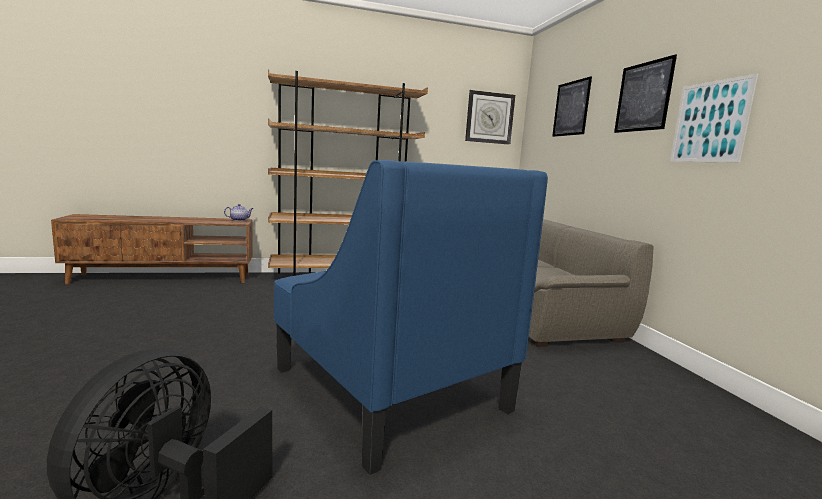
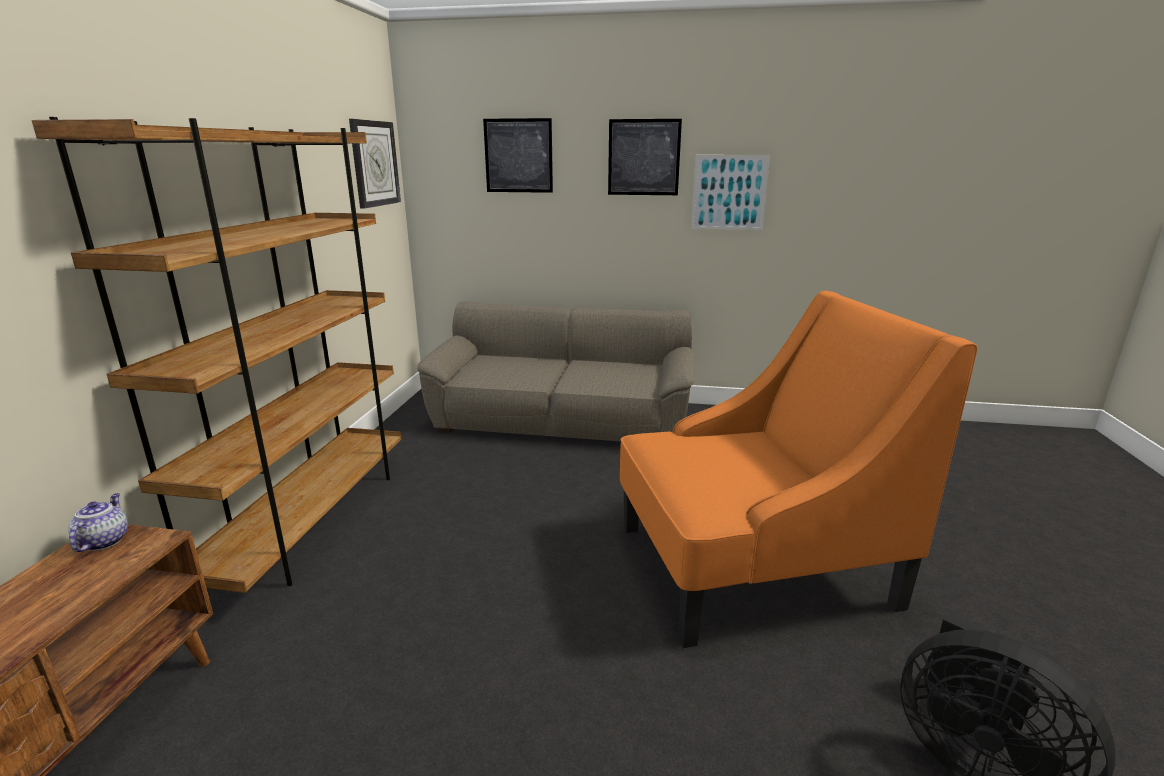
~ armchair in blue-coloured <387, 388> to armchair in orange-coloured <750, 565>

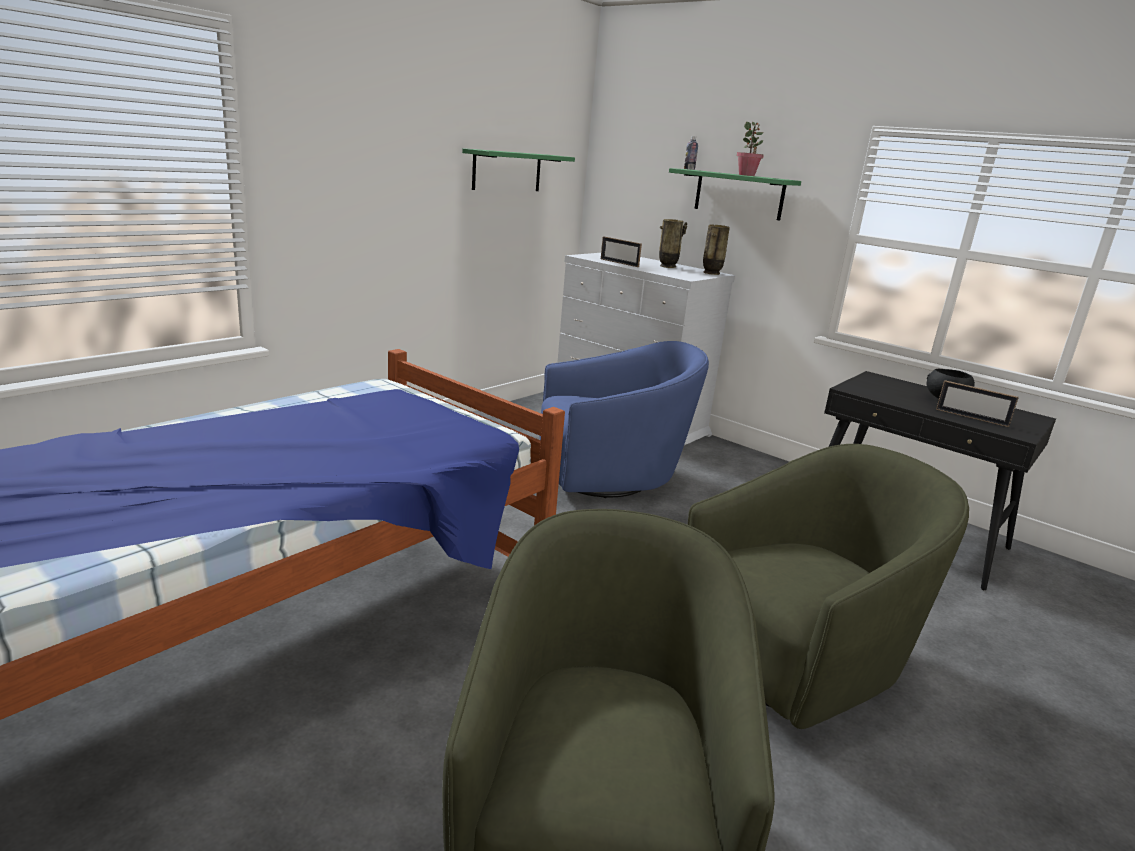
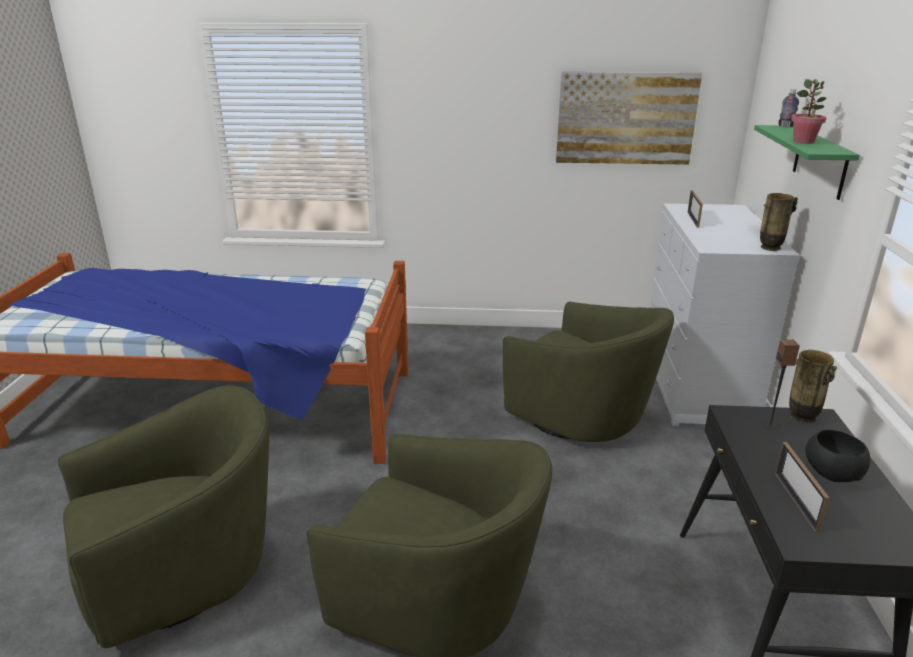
~ bracket shelf in green <507, 171> to wall art <626, 118>
~ vase <668, 267> to <802, 417>
~ armchair in blue-coloured <611, 476> to armchair in green <581, 418>
+ loudspeaker <770, 426>

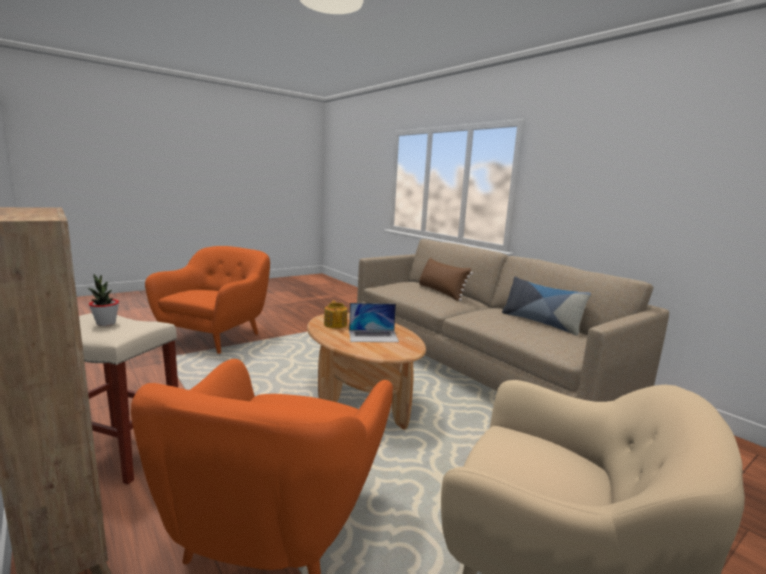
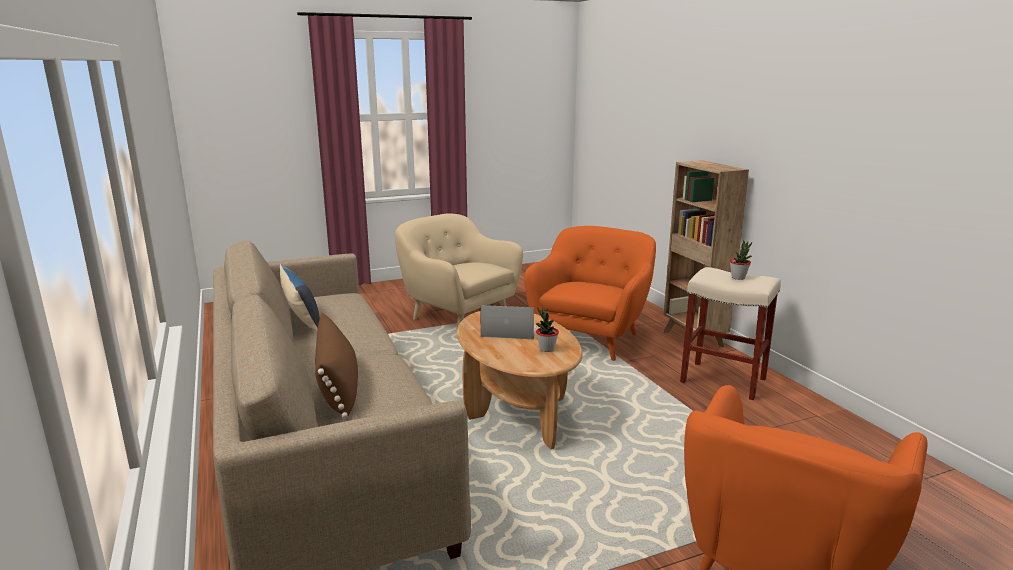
~ teapot <335, 324> to houseplant <546, 349>

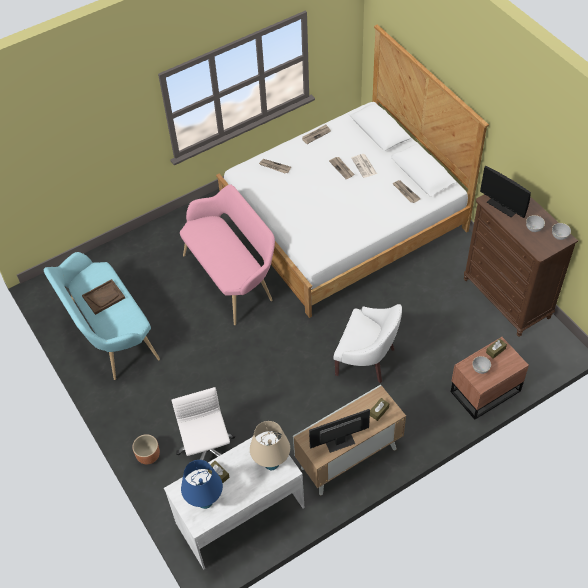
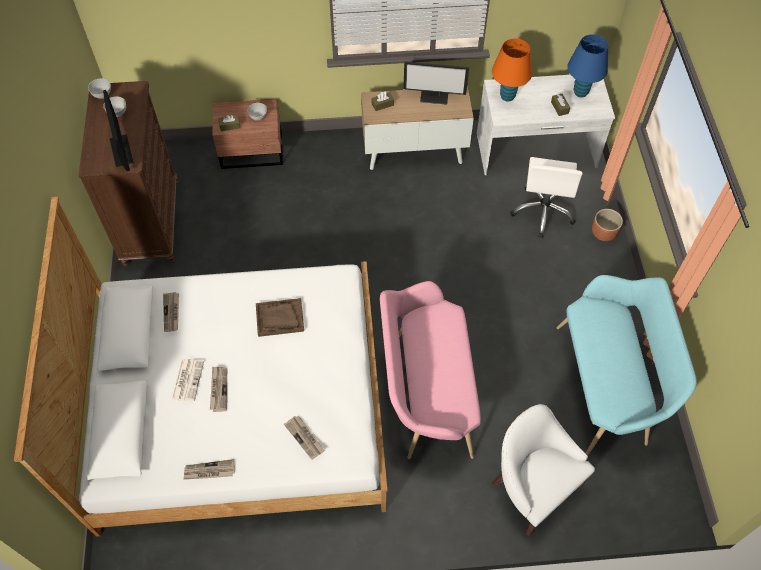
~ carrying tray in brown <104, 297> to <279, 318>
~ armchair in white-coloured <367, 359> to <532, 486>
~ tabletop lamp in beige-coloured <271, 464> to tabletop lamp in orange-coloured <507, 96>

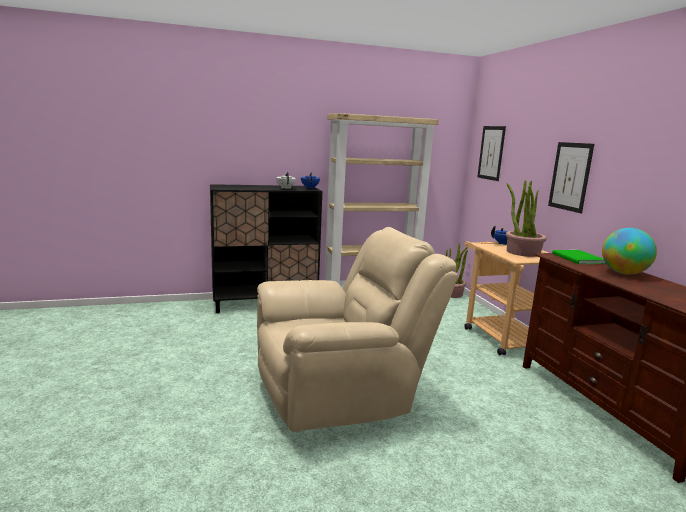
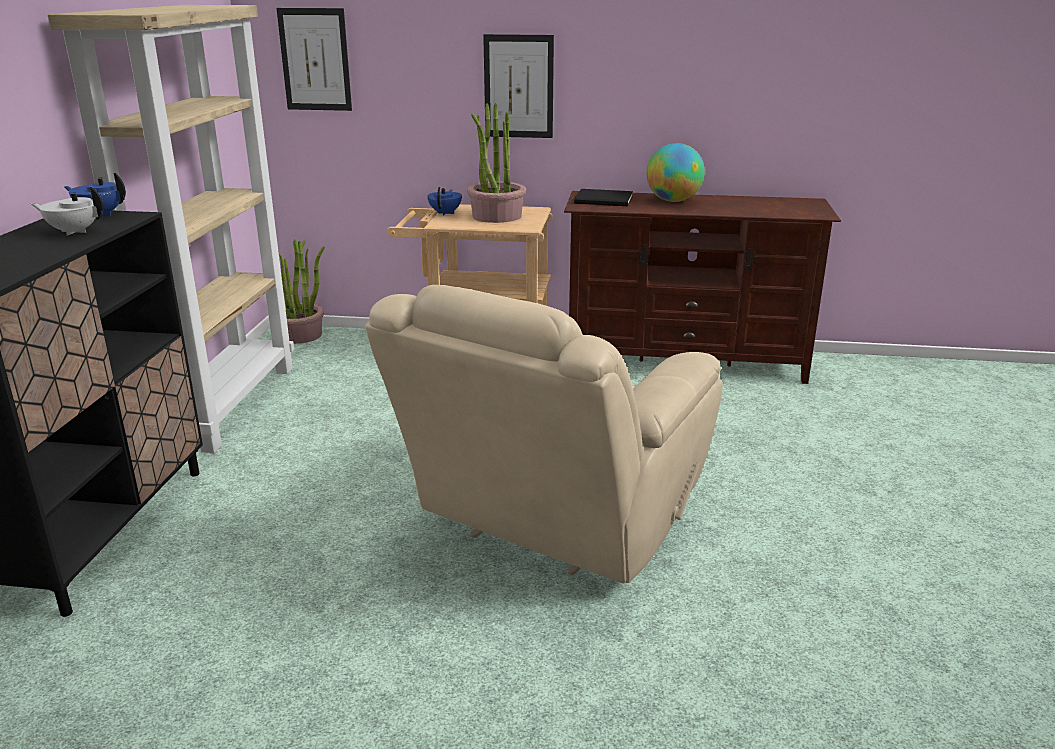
~ armchair in beige-coloured <341, 393> = <552, 526> 150 degrees counterclockwise
~ volume in green <577, 259> to volume in blackish <605, 200>

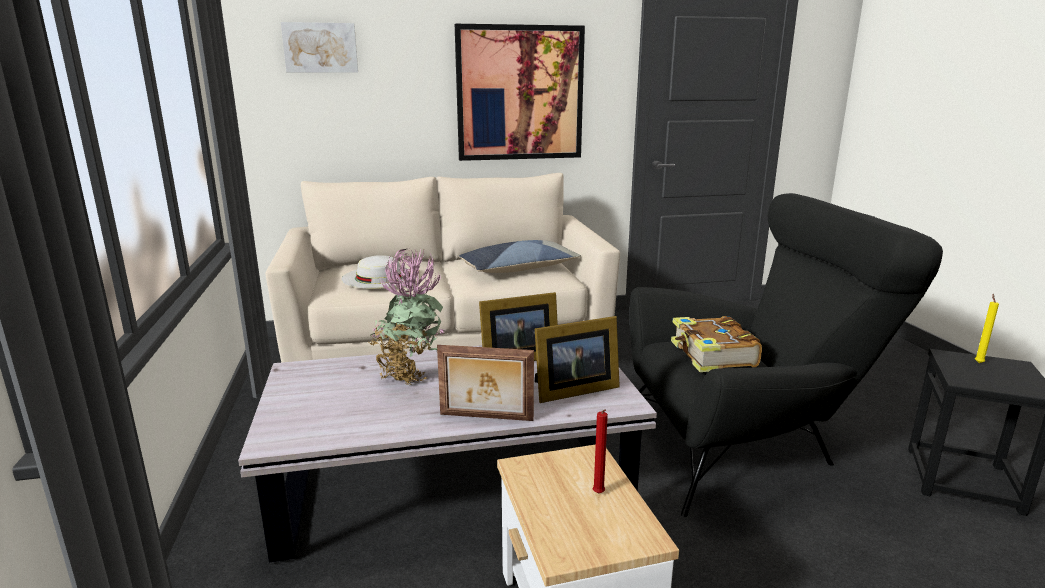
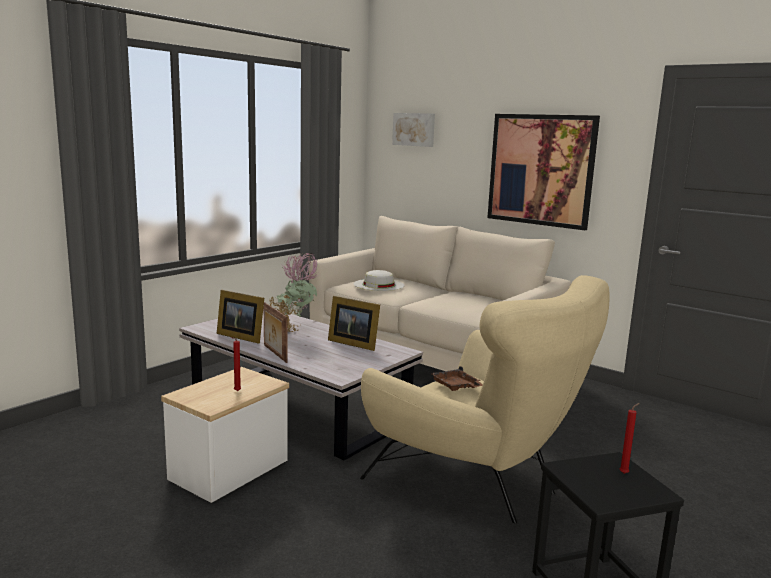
~ armchair in blackish <743, 446> to armchair in beige-coloured <480, 481>
- cushion <519, 269>
~ candle in yellowish <978, 362> to candle in reddish <625, 473>
~ picture frame <572, 390> to <241, 336>
~ volume <712, 356> to carrying tray in brown <456, 386>

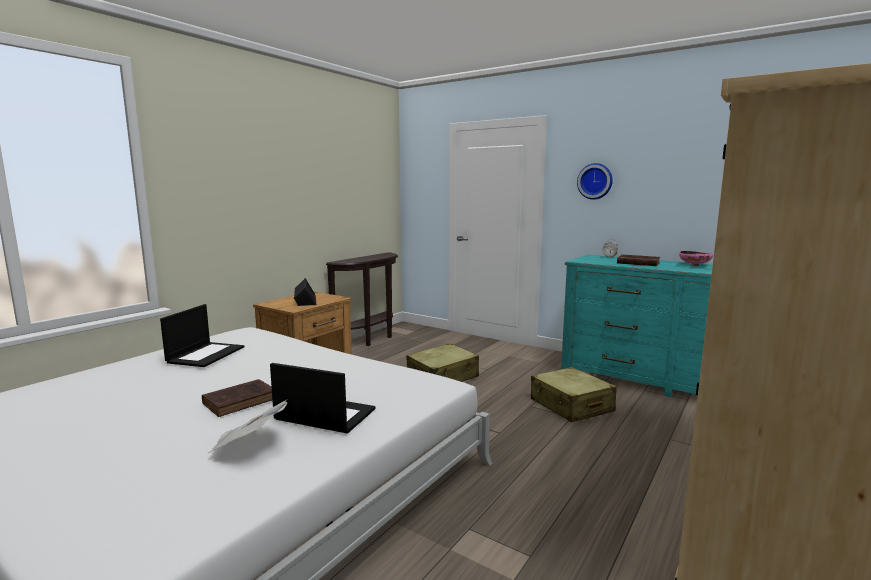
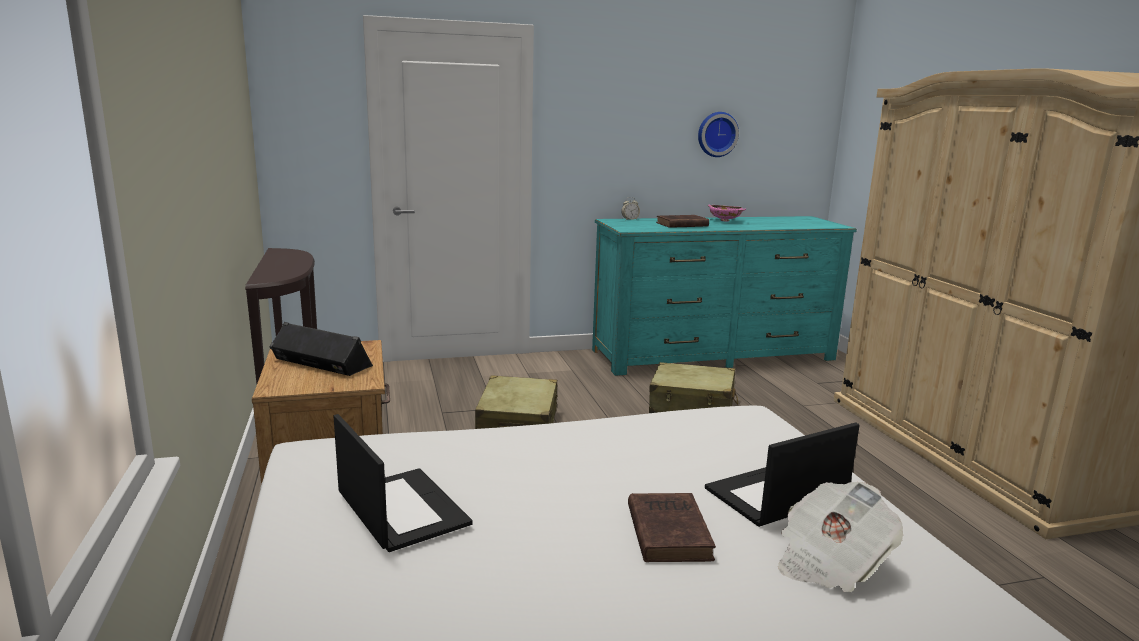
~ hanging clock <595, 181> to <716, 134>

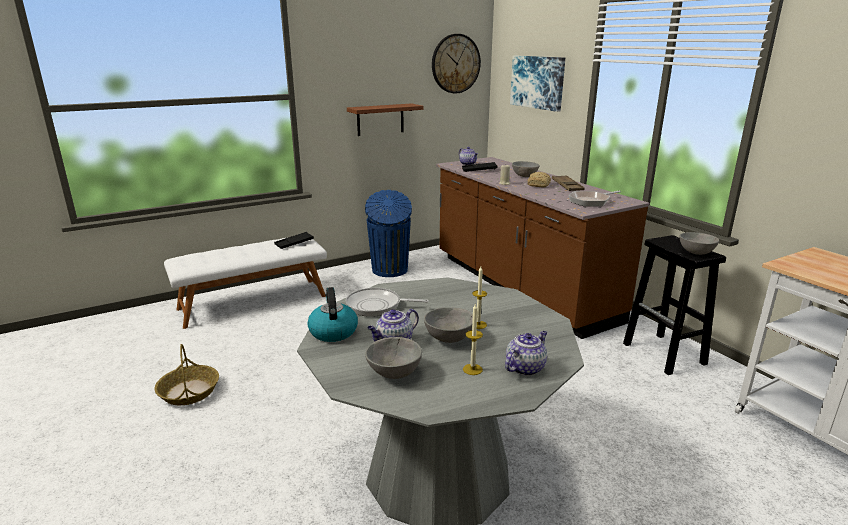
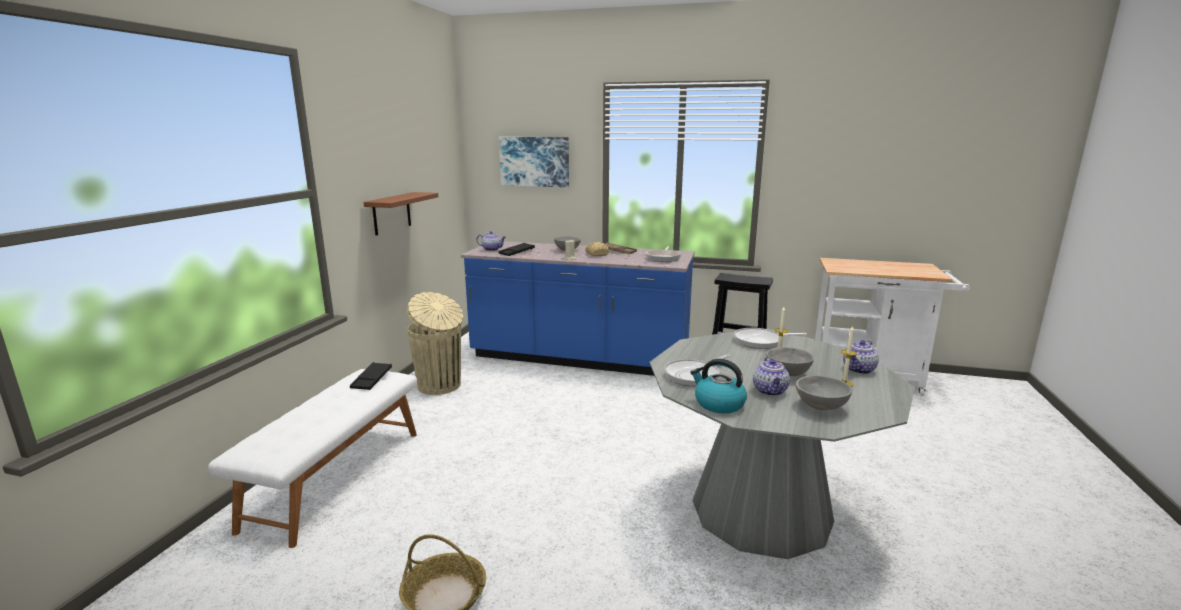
- hanging clock <455, 64>
~ counter in brown <520, 287> to counter in blue-coloured <579, 359>
~ rubbish bin in blue-coloured <390, 270> to rubbish bin in beige-coloured <440, 386>
- bowl in grey <695, 252>
~ teapot <525, 367> = <859, 370> 135 degrees counterclockwise
+ pan <761, 341>

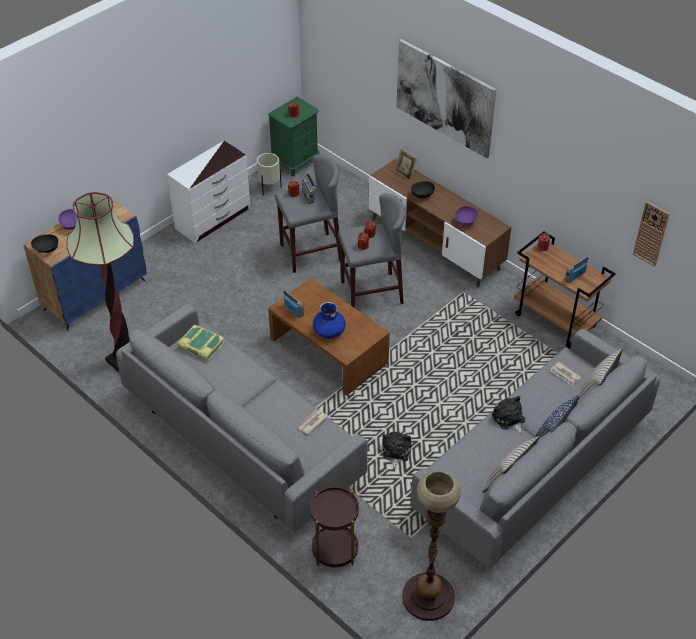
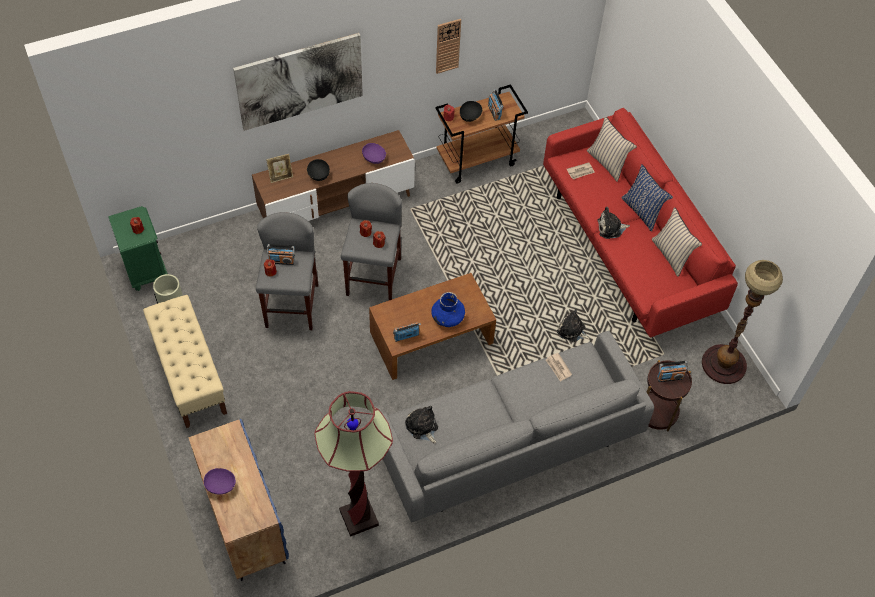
~ drawer chest in white-coloured <213, 218> to long seat in beige-coloured <189, 374>
~ hanging clock <651, 233> to <447, 46>
~ bowl in blackish <46, 249> to <470, 117>
~ volume <201, 346> to soft toy <422, 427>
~ couch in grey <530, 468> to couch in reddish <626, 246>
+ radio set <670, 377>

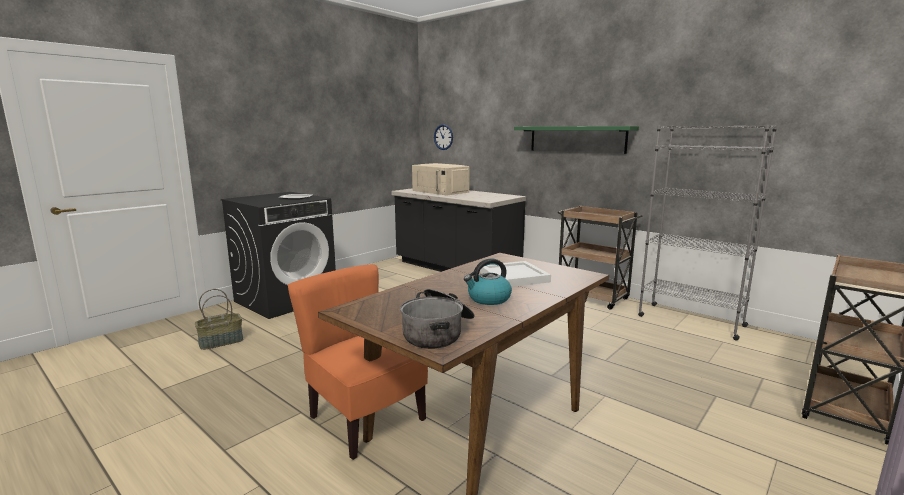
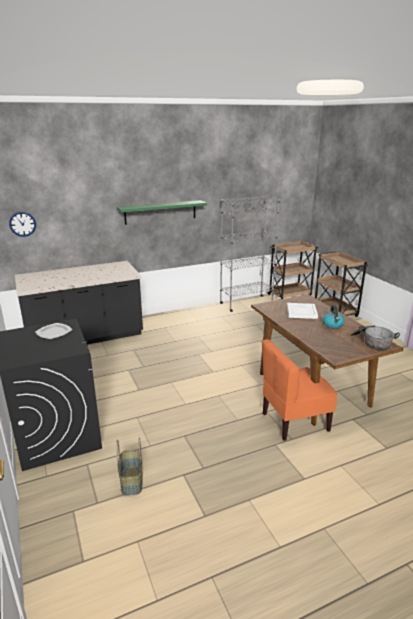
- kitchen microwave in beige-coloured <441, 191>
~ cart in brown <592, 297> to <290, 295>

